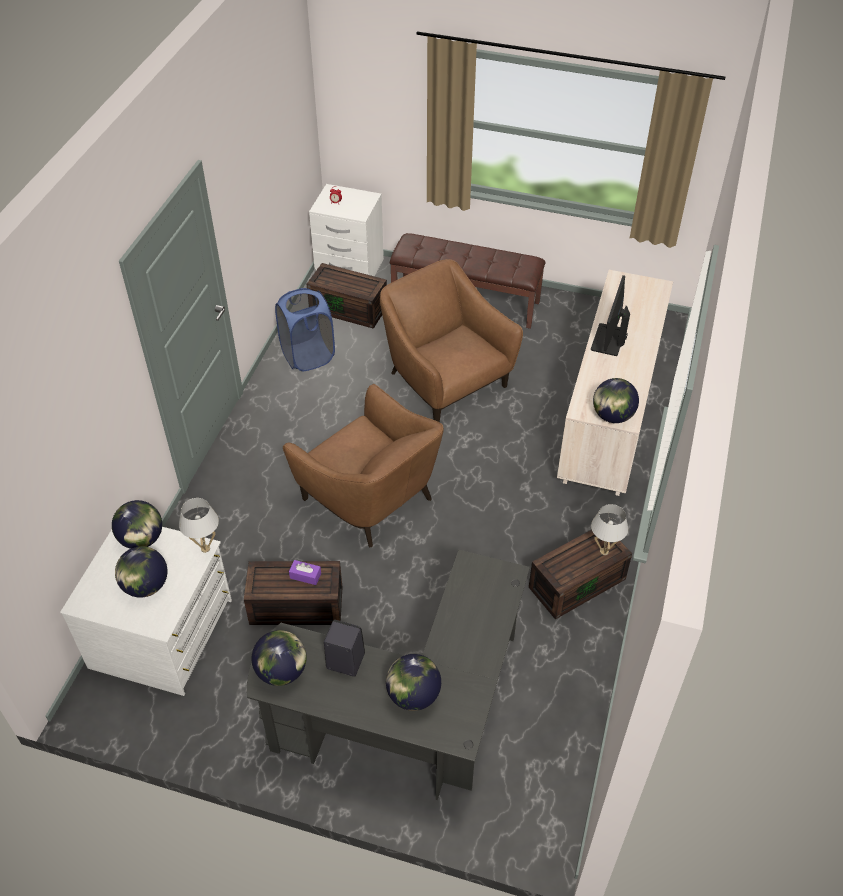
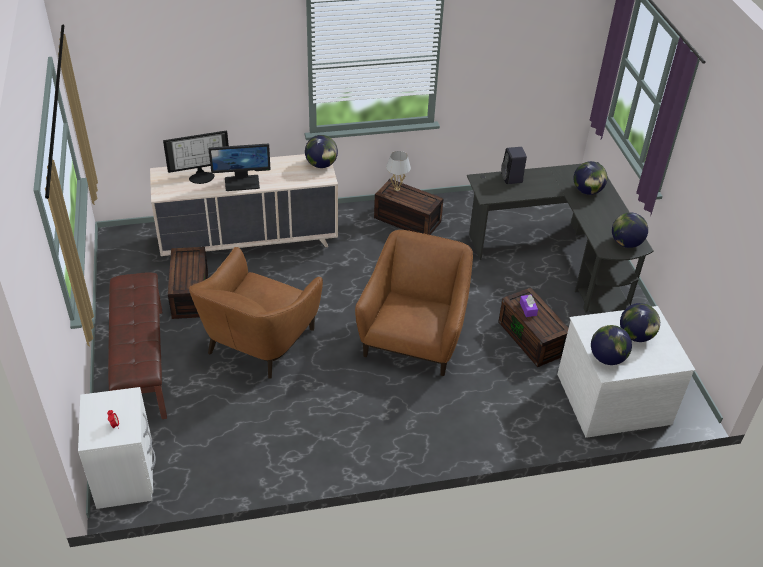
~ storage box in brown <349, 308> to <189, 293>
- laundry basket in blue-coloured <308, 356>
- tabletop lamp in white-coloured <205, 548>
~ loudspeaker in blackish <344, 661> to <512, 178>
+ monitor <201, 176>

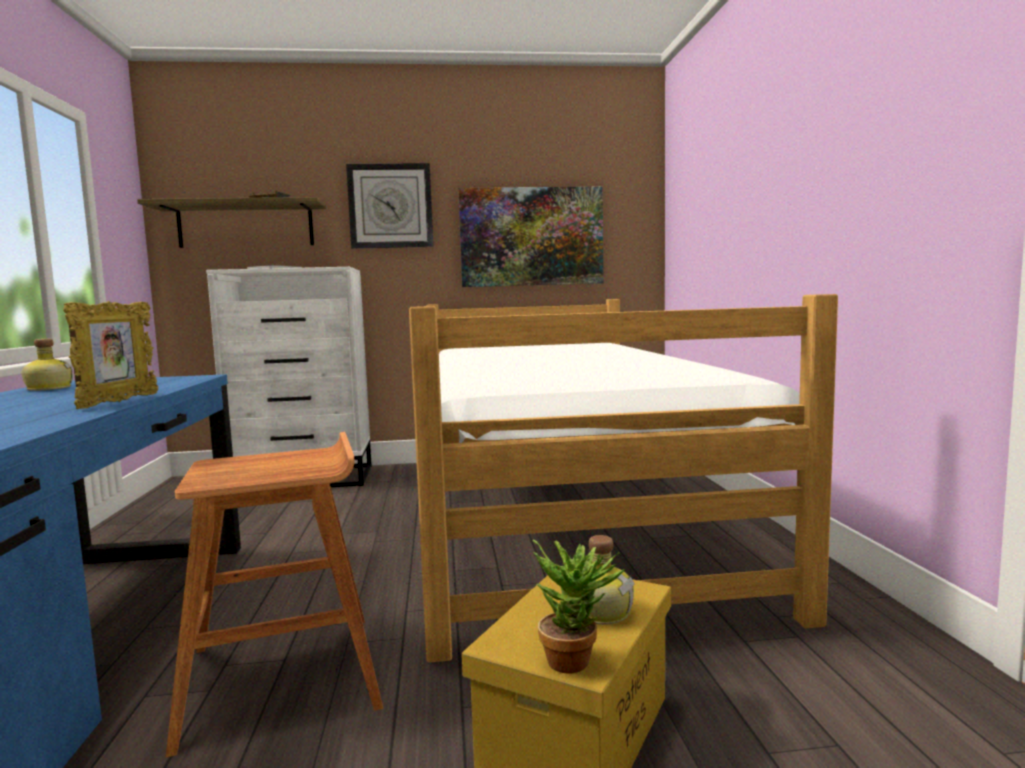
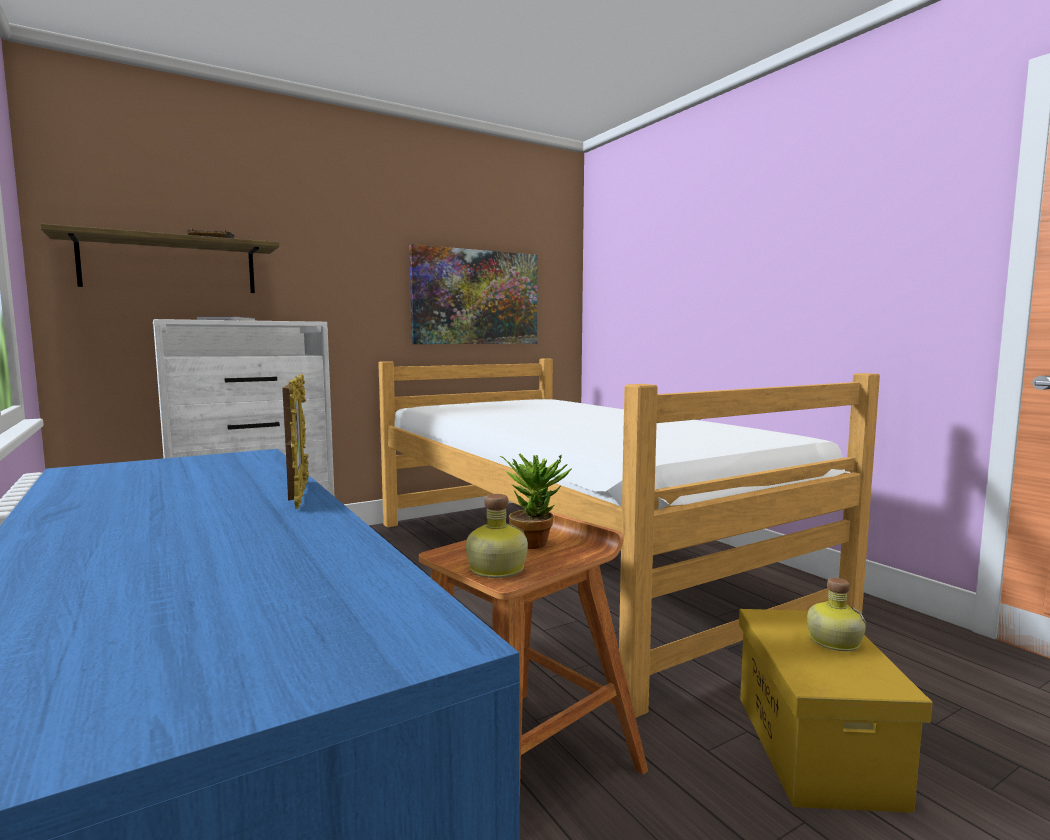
- hanging clock <390, 206>
~ bottle <48, 388> to <494, 569>
~ houseplant <576, 660> to <535, 542>

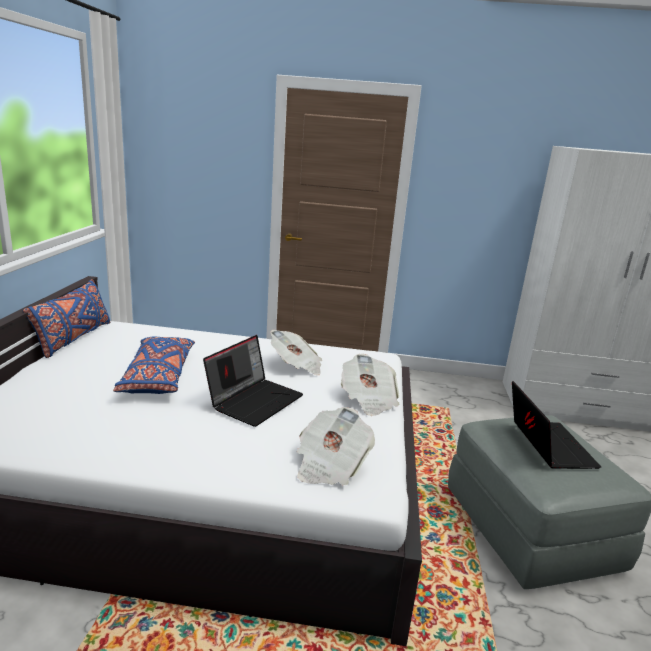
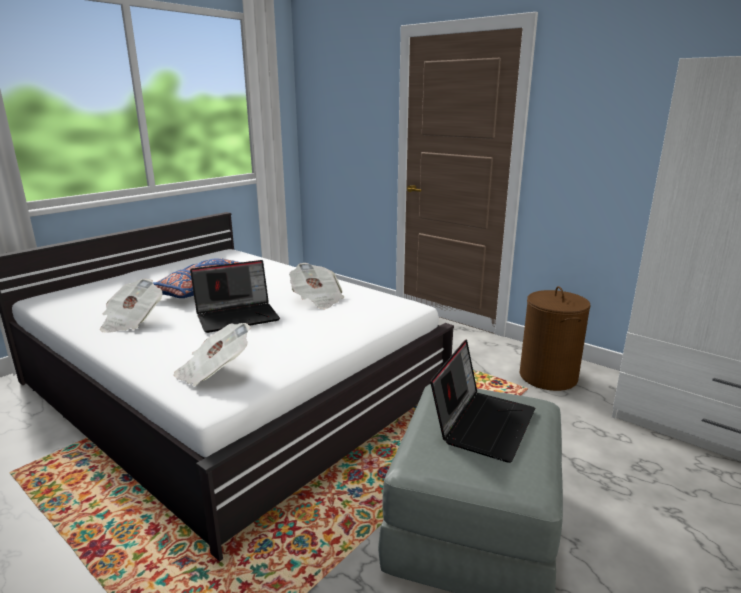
- cushion in blue-coloured <73, 338>
~ daily paper <368, 400> to <131, 321>
+ laundry basket in brown <548, 377>

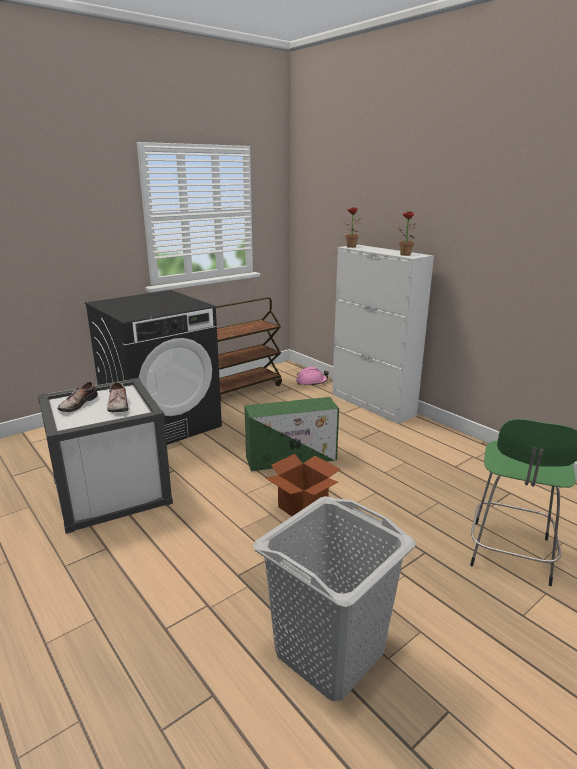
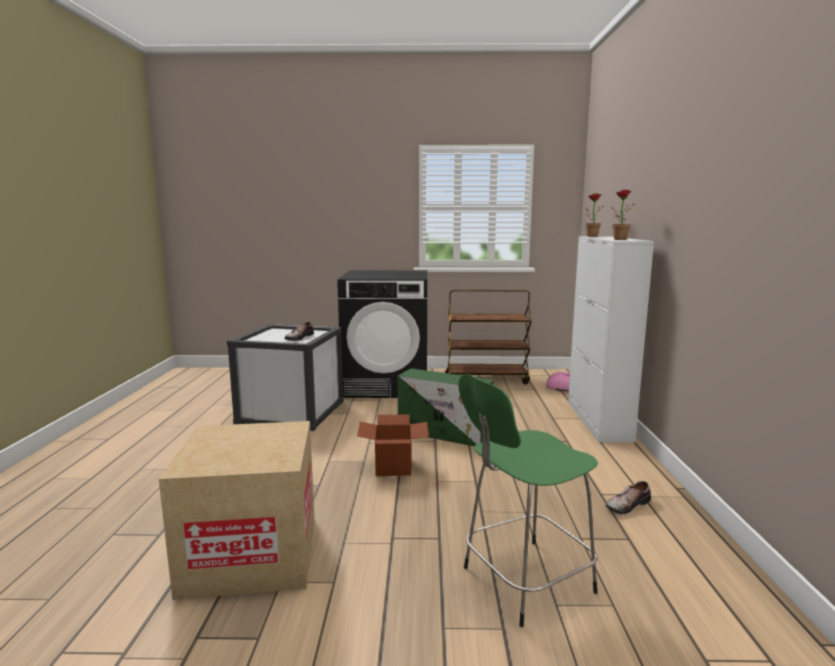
~ shoe <77, 404> to <626, 504>
~ laundry basket in grey <328, 652> to carton <251, 554>

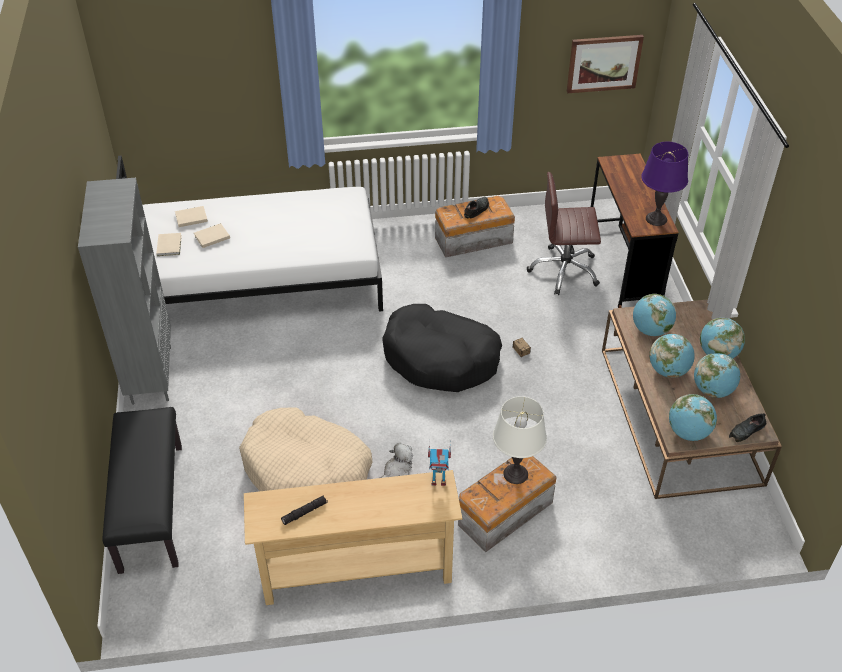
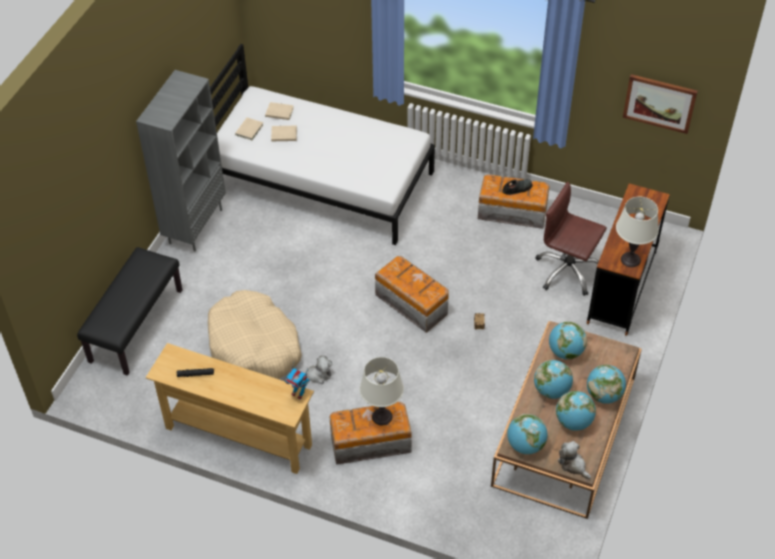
~ tabletop lamp in purple <656, 219> to tabletop lamp in white-coloured <630, 259>
~ pet bed in blackish <441, 358> to storage box <411, 303>
~ shoe in blackish <747, 431> to soft toy <573, 465>

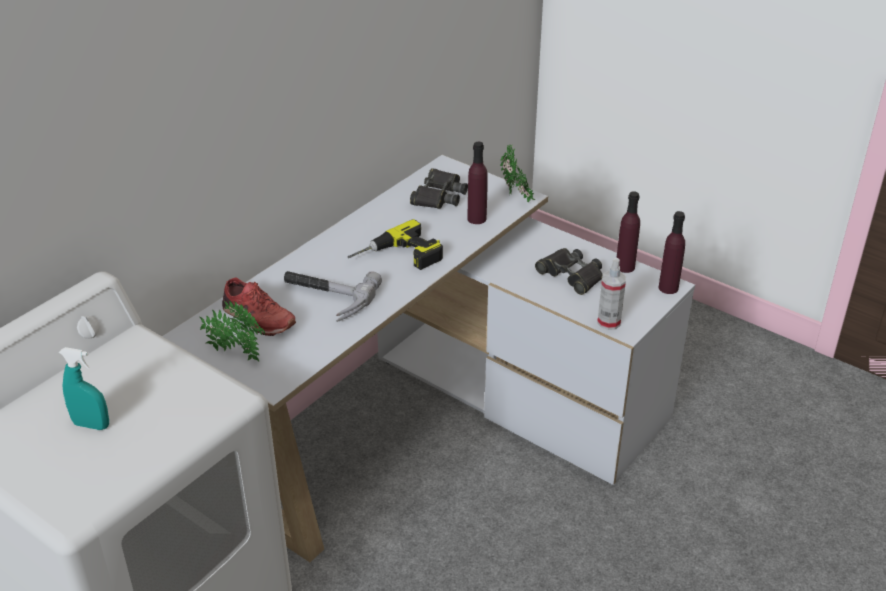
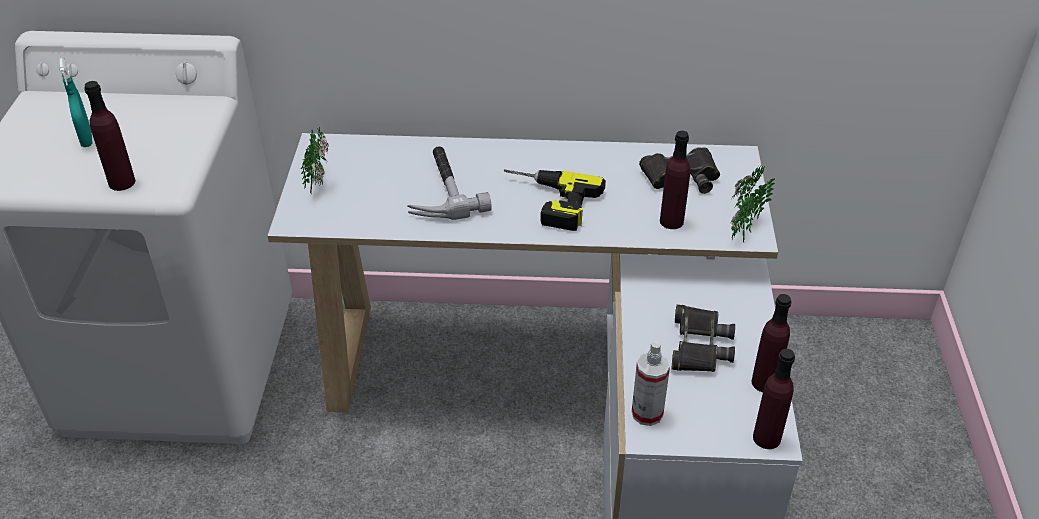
- shoe in reddish <257, 318>
+ bottle in purple <122, 182>

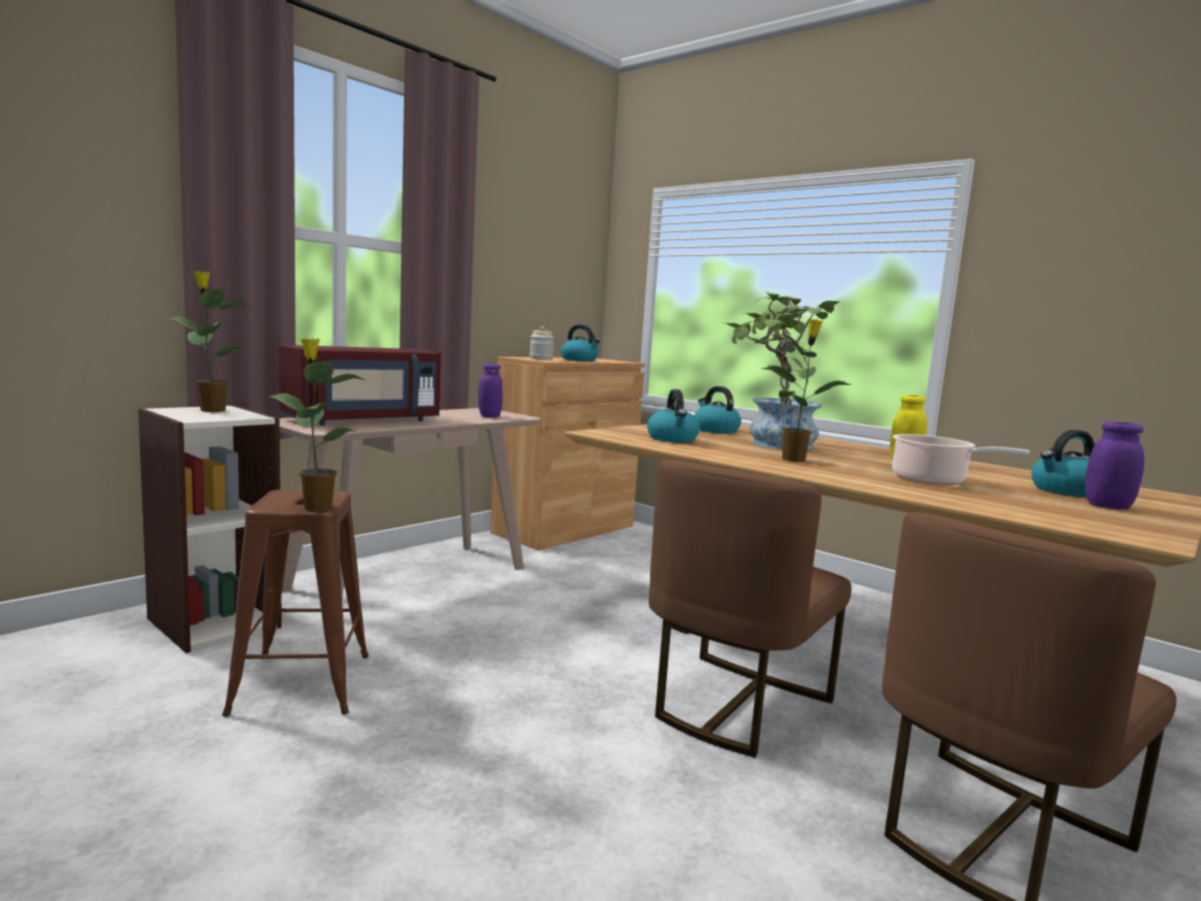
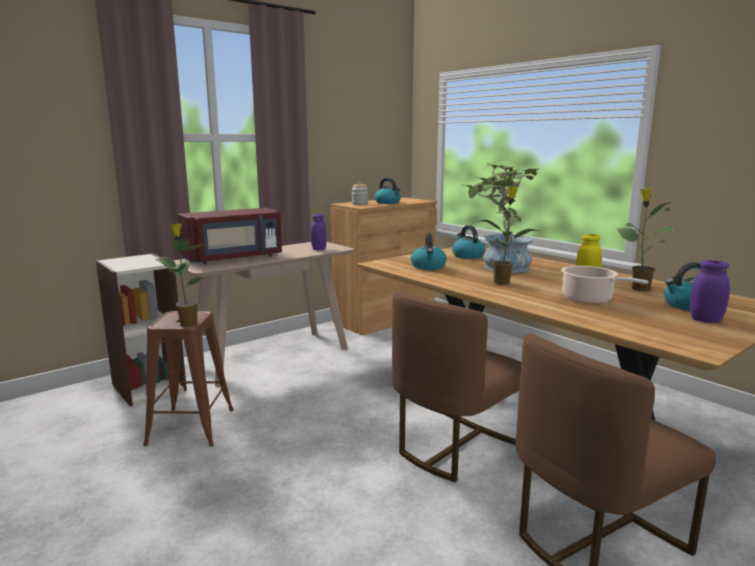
~ houseplant <211, 410> to <639, 289>

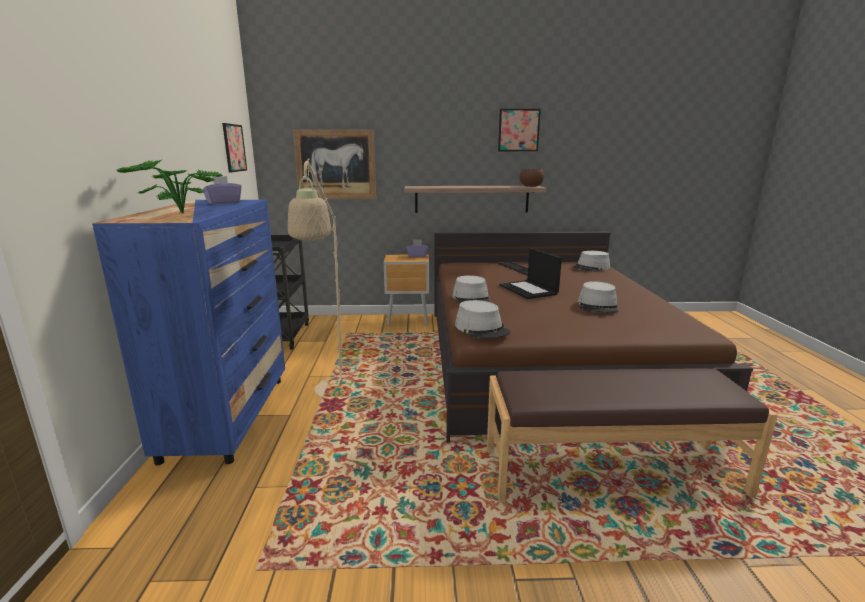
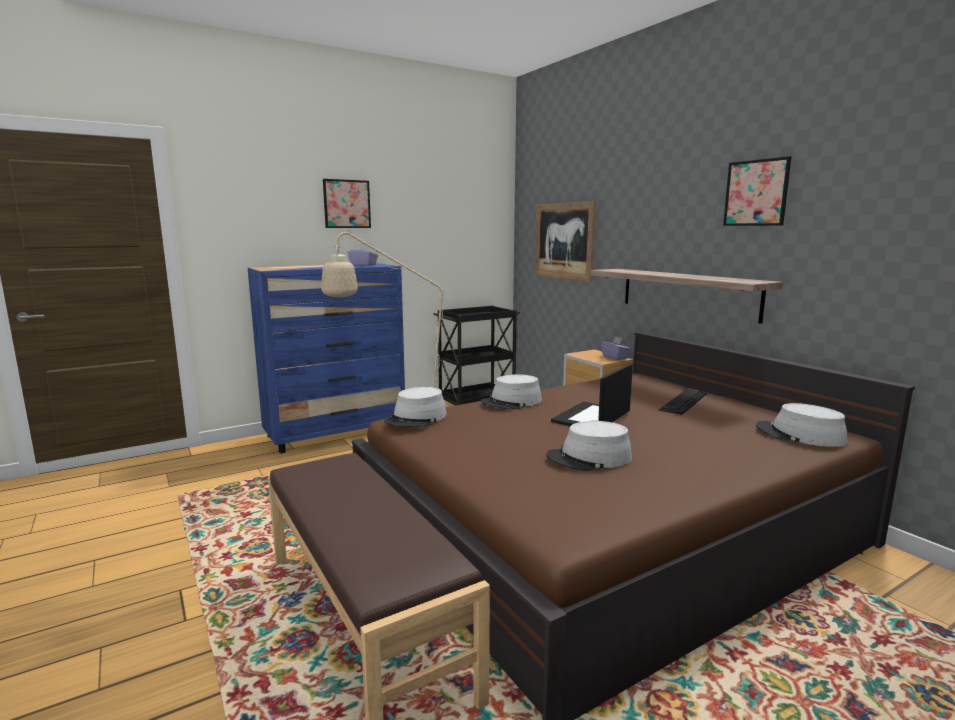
~ wall art <234, 148> to <347, 204>
- houseplant <178, 212>
- bowl in brown <531, 186>

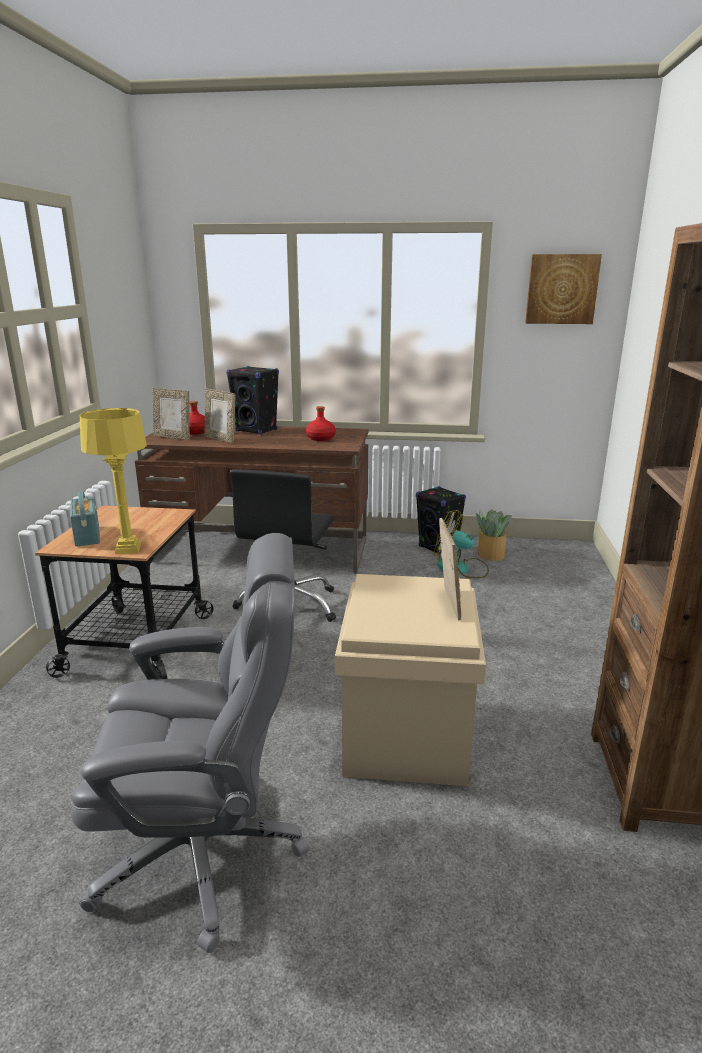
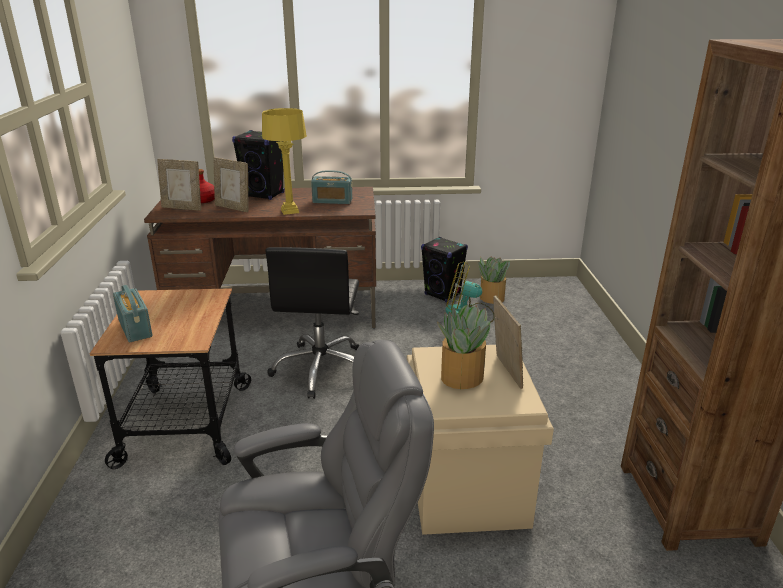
- wall art <562, 289>
~ bottle in reddish <321, 438> to radio set <332, 201>
~ tabletop lamp in yellowish <128, 548> to <290, 211>
+ houseplant <461, 377>

